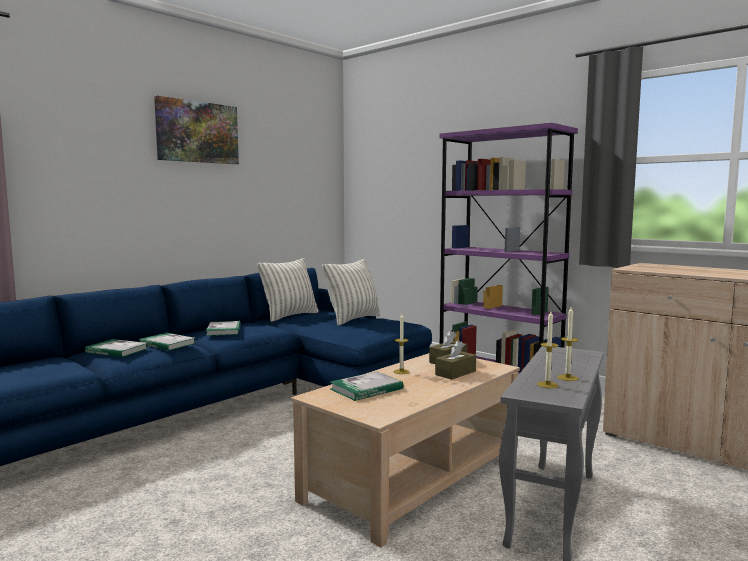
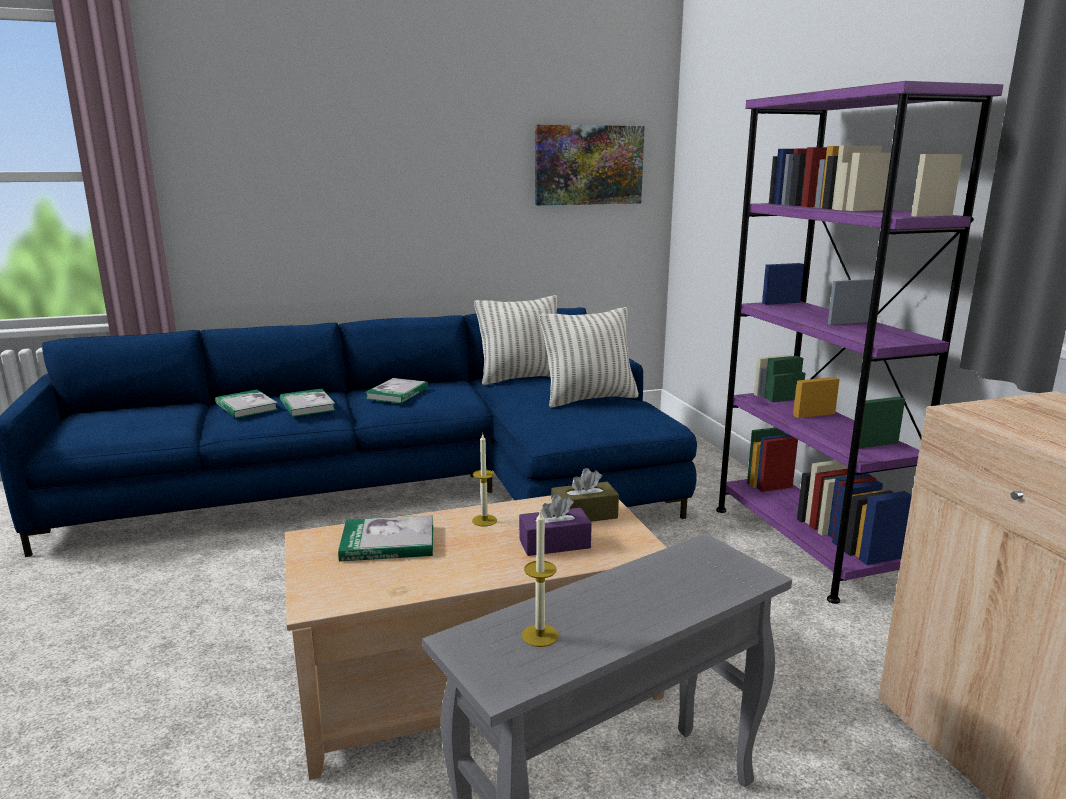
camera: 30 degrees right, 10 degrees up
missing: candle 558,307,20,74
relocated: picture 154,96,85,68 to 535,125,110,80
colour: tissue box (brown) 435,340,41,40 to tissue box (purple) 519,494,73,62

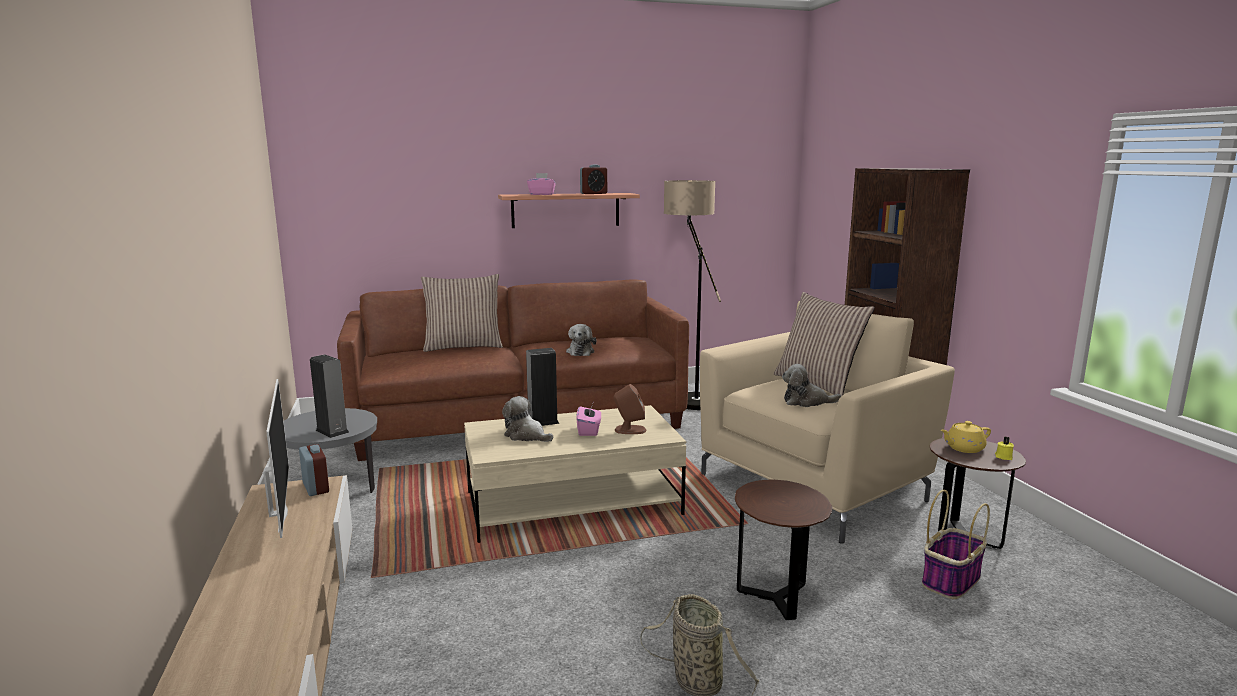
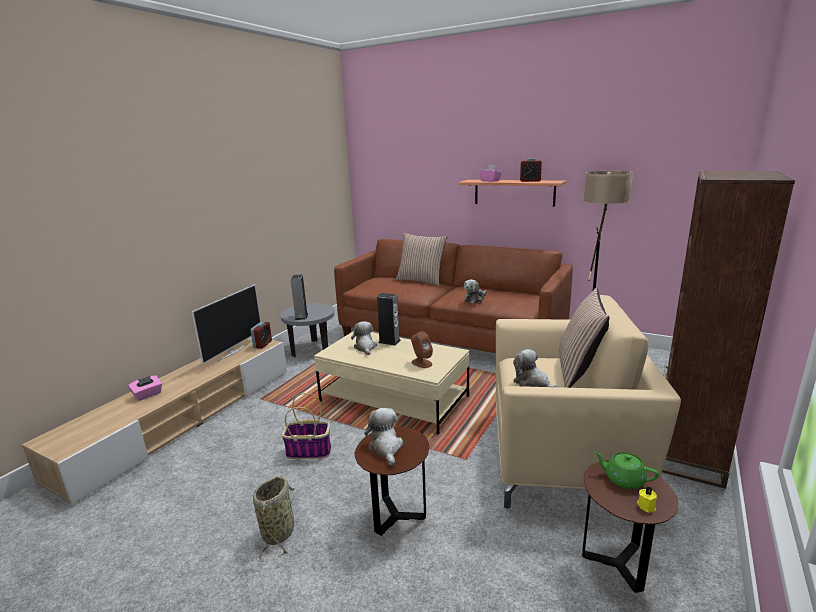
camera: 45 degrees right, 5 degrees up
appeared: plush toy 364,408,39,58
relocated: tissue box (pink) 576,404,25,32 to 128,375,34,26; basket 922,490,68,109 to 282,393,49,66
colour: teapot (yellow) 941,421,50,32 to teapot (green) 593,451,66,38

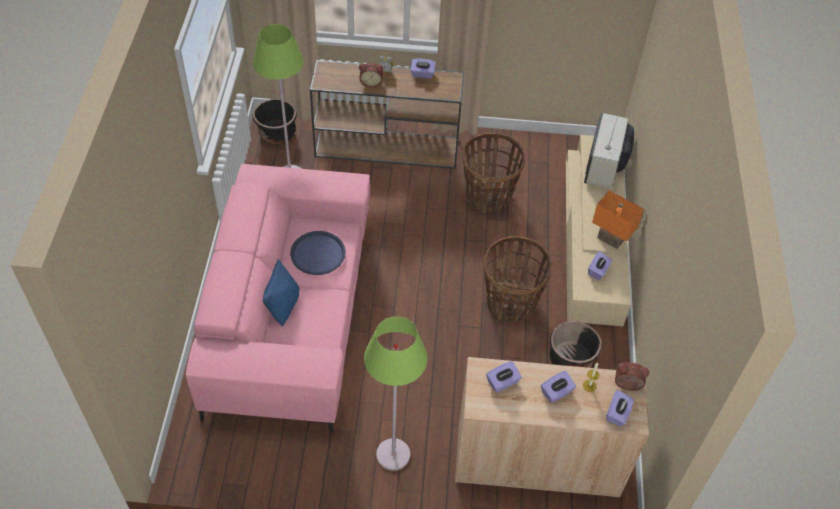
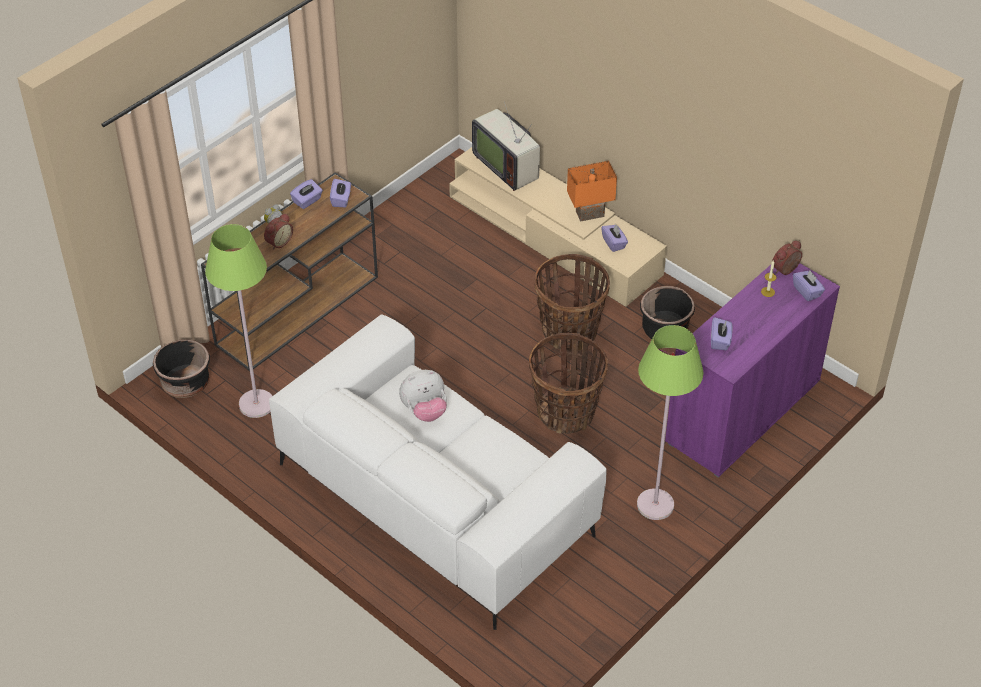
camera: 50 degrees left, 5 degrees down
missing: pillow (blue) 263,259,36,68
relocated: tissue box (purple) 541,371,35,32 to 330,179,21,28; basket 463,133,62,80 to 529,333,79,101
exchanged: tray (blue) 290,231,56,44 to plush toy 399,370,48,52
colour: sofa (pink) 186,164,184,270 to sofa (white) 269,315,338,315; cabinet (beige) 455,357,194,140 to cabinet (purple) 665,263,175,215

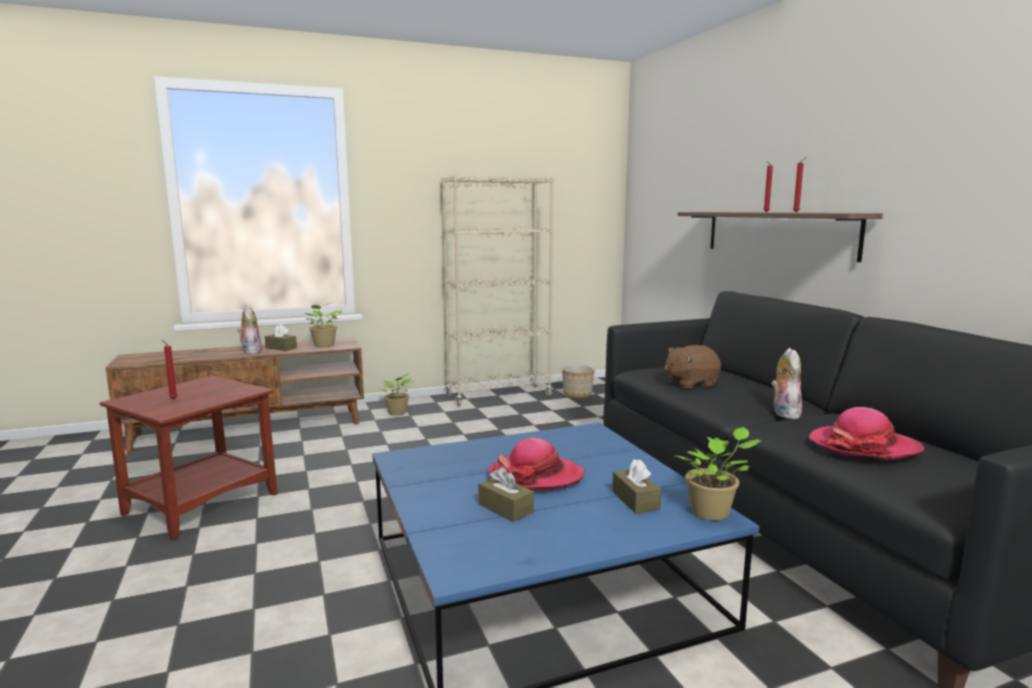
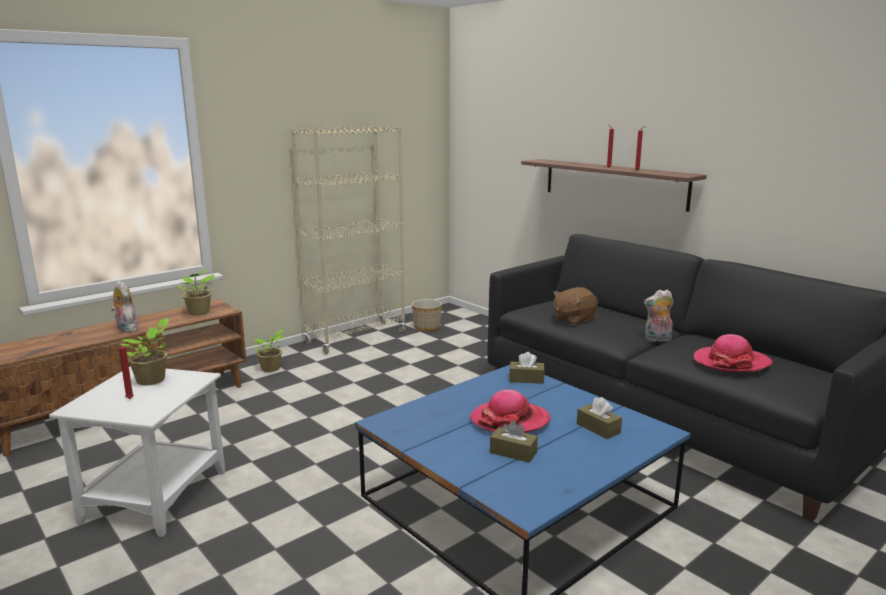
camera: 20 degrees left, 5 degrees up
relocated: potted plant 676,427,85,94 to 120,317,49,68; tissue box (brown) 265,324,32,27 to 509,352,36,32
colour: side table (brown) 100,376,177,165 to side table (white) 49,366,176,171
spun: plush toy 771,348,31,71 = 644,289,30,53 75 degrees counterclockwise

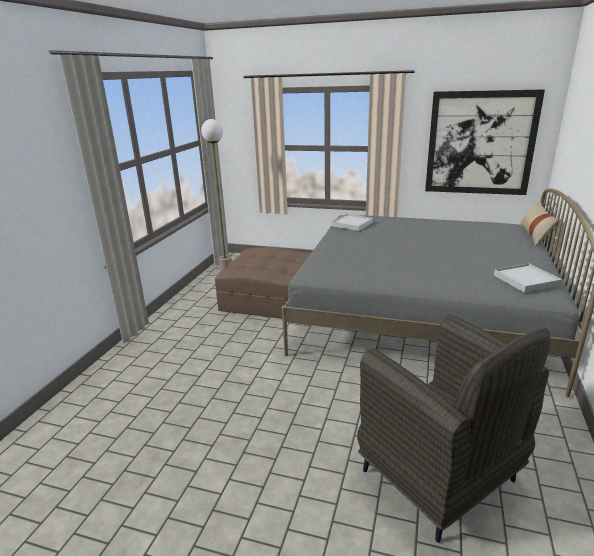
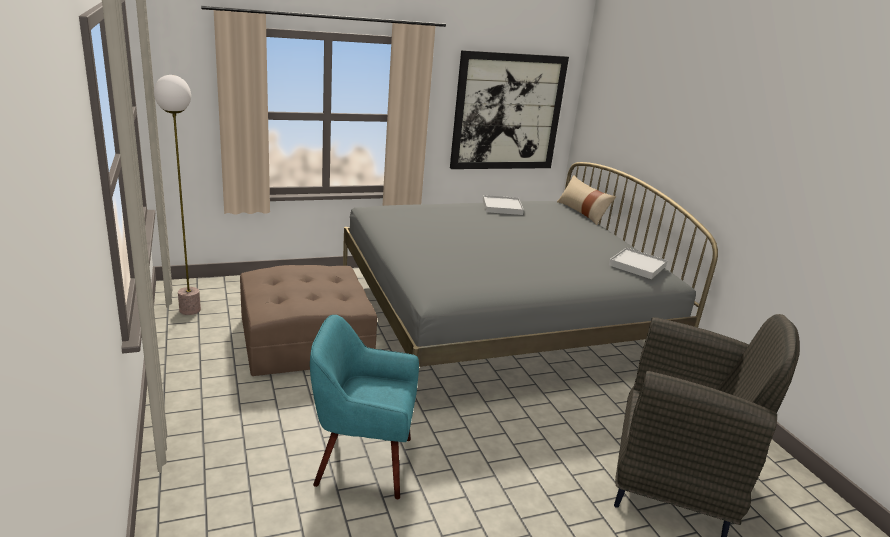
camera: 40 degrees left, 0 degrees up
appeared: armchair (turquoise) 310,315,109,184
relocated: tray (white) 331,214,42,17 to 483,195,41,20

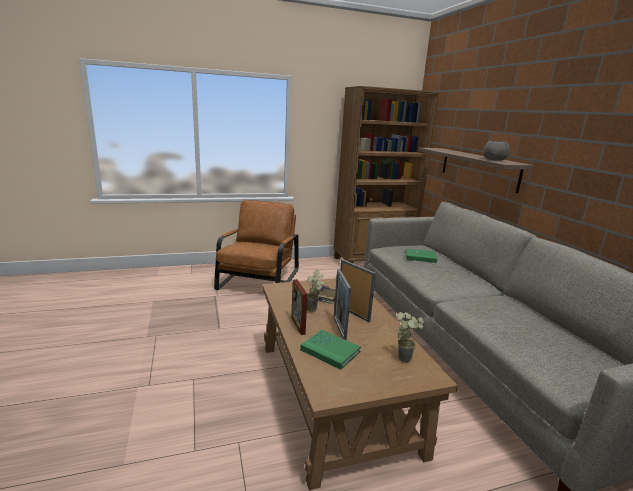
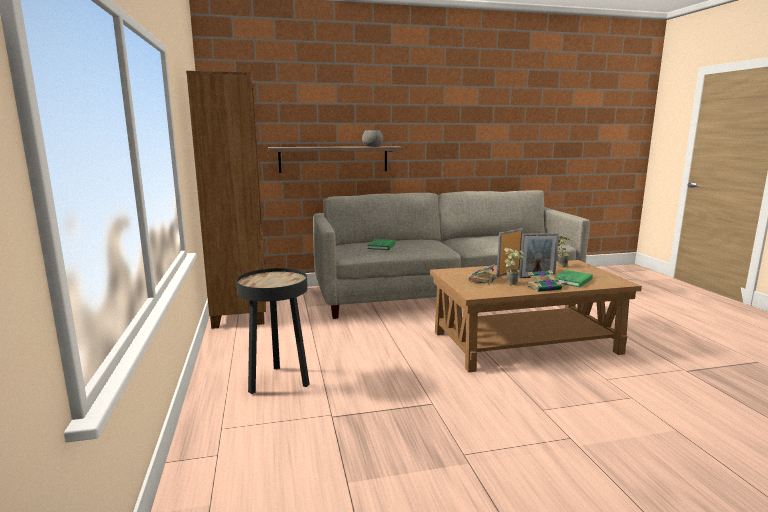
camera: 85 degrees left, 5 degrees down
exchanged: armchair (brown) 214,200,85,90 to side table (black) 236,268,74,126; picture frame 291,279,17,56 to book 526,270,36,22

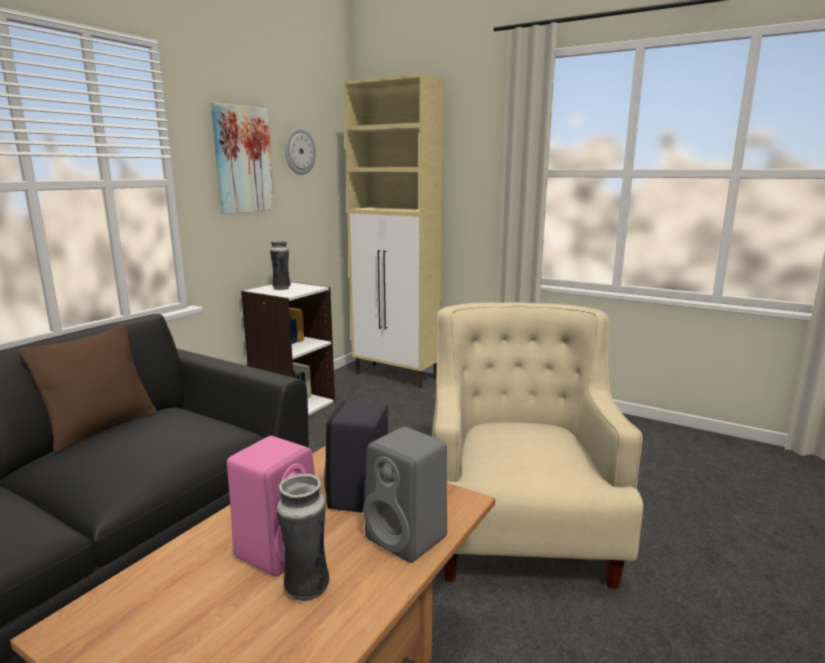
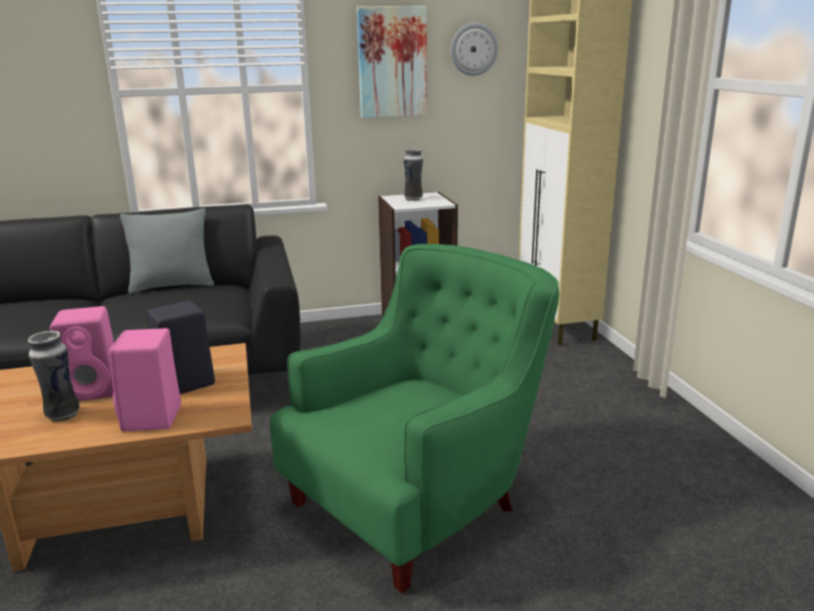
camera: 45 degrees right, 5 degrees up
colour: speaker (grey) 363,427,84,136 to speaker (pink) 109,328,72,103; pillow (brown) 18,323,139,130 to pillow (grey) 120,208,94,86; armchair (beige) 432,303,211,286 to armchair (green) 270,244,289,349

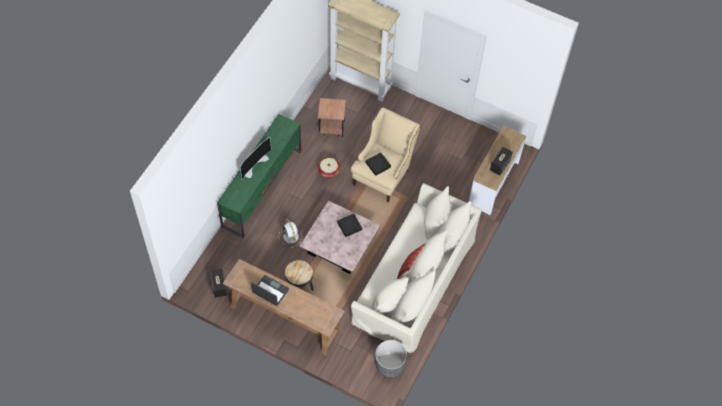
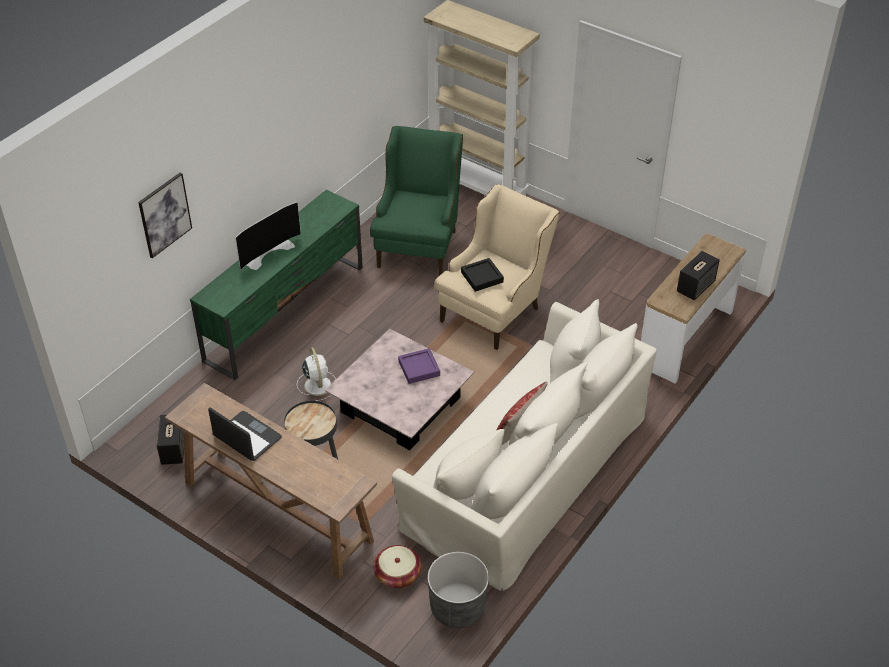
camera: 10 degrees right, 15 degrees down
appeared: picture 138,173,54,85
relocated: basket 317,157,23,21 to 374,545,47,43
exchanged: side table (brown) 318,98,28,39 to armchair (green) 370,126,93,150
colour: tray (black) 337,214,25,23 to tray (purple) 398,348,42,36

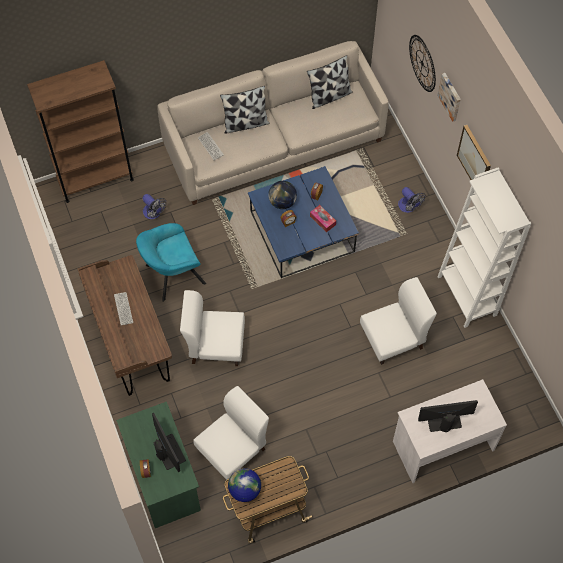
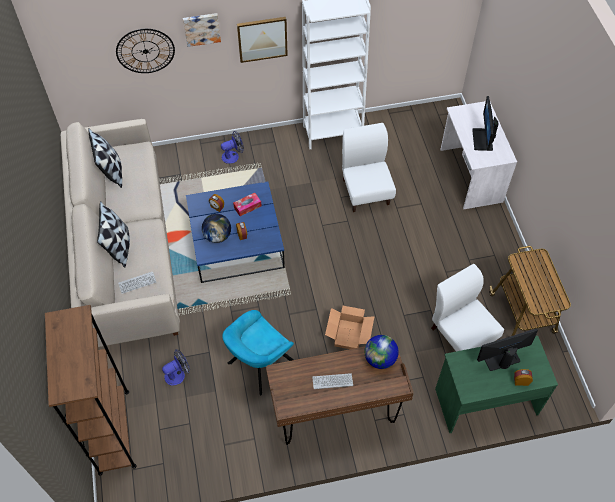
camera: 80 degrees left, 5 degrees down
relocated: globe 228,468,33,34 to 364,335,35,34
exchanged: chair (white) 180,290,65,76 to cardboard box 325,306,50,43
spun: armchair (turquoise) 136,223,70,79 = 222,310,72,85 60 degrees clockwise

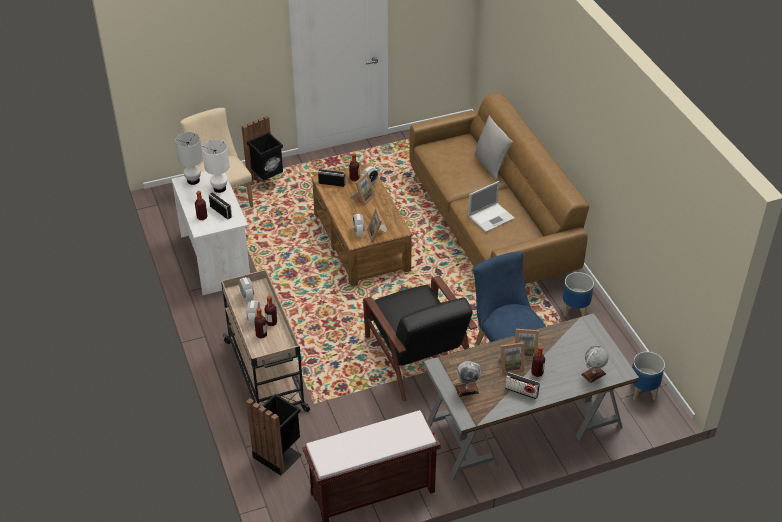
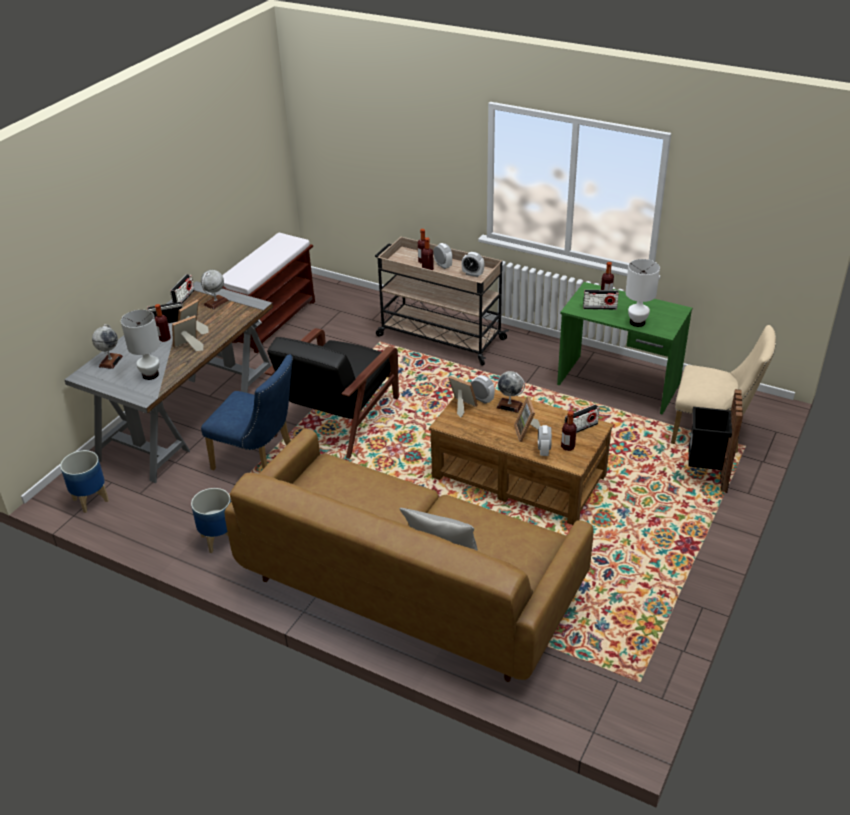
camera: 140 degrees right, 5 degrees down
missing: trash can (black) 246,394,56,81; laptop 468,181,47,51
appeared: radio 170,274,25,29; globe 496,371,29,42
relocated: table lamp (white) 175,132,28,53 to 121,310,39,70
colour: desk (white) 171,171,79,124 to desk (green) 557,282,135,133
spun: armchair (black) 363,276,114,125 = 265,328,134,131 90 degrees counterclockwise

